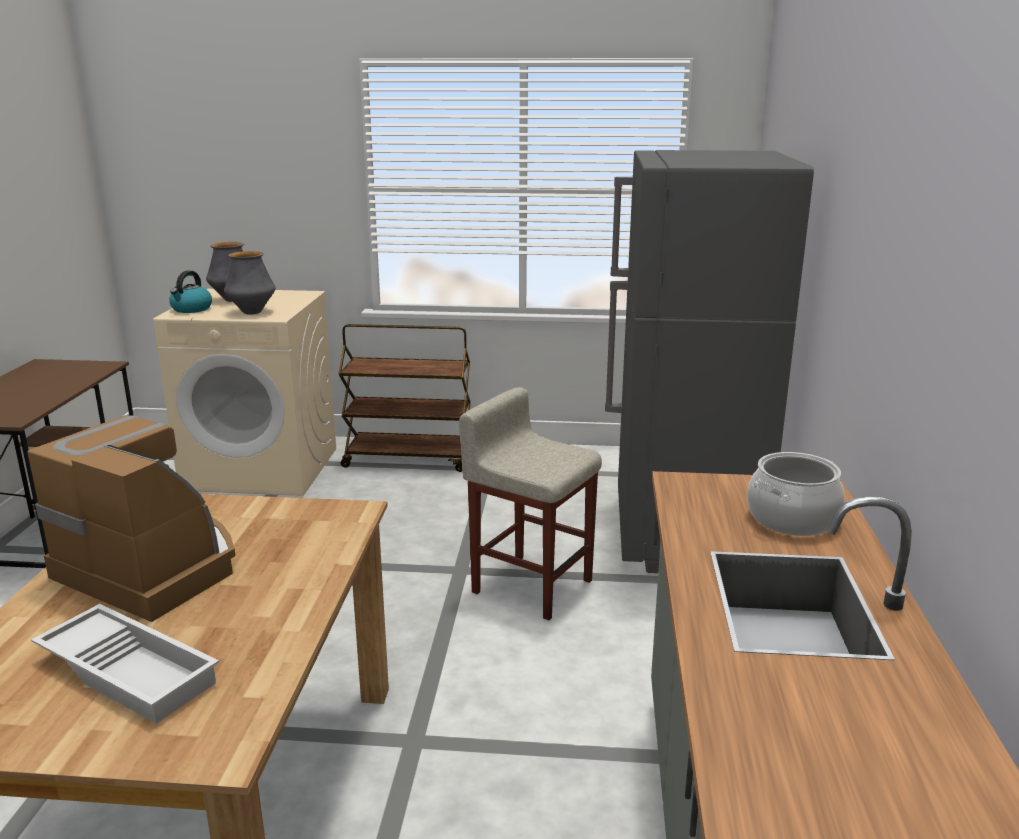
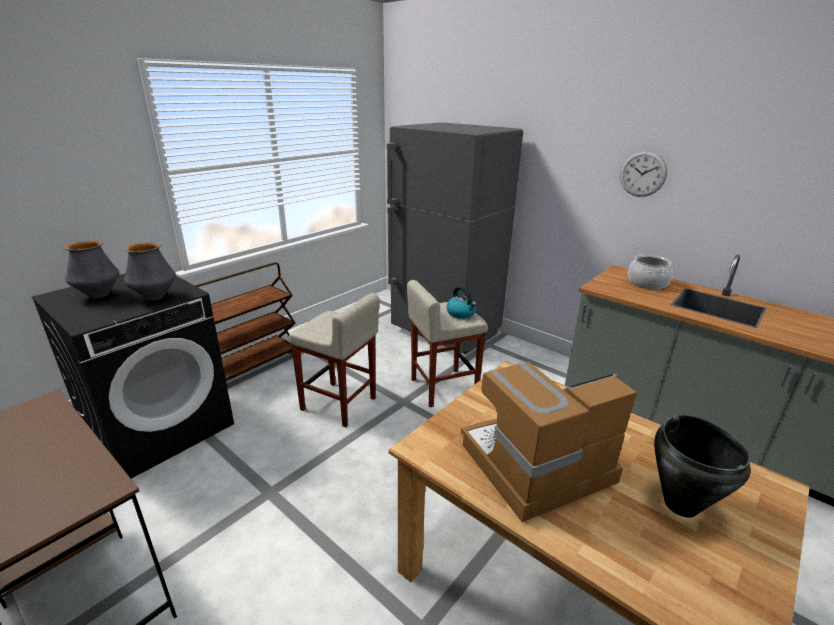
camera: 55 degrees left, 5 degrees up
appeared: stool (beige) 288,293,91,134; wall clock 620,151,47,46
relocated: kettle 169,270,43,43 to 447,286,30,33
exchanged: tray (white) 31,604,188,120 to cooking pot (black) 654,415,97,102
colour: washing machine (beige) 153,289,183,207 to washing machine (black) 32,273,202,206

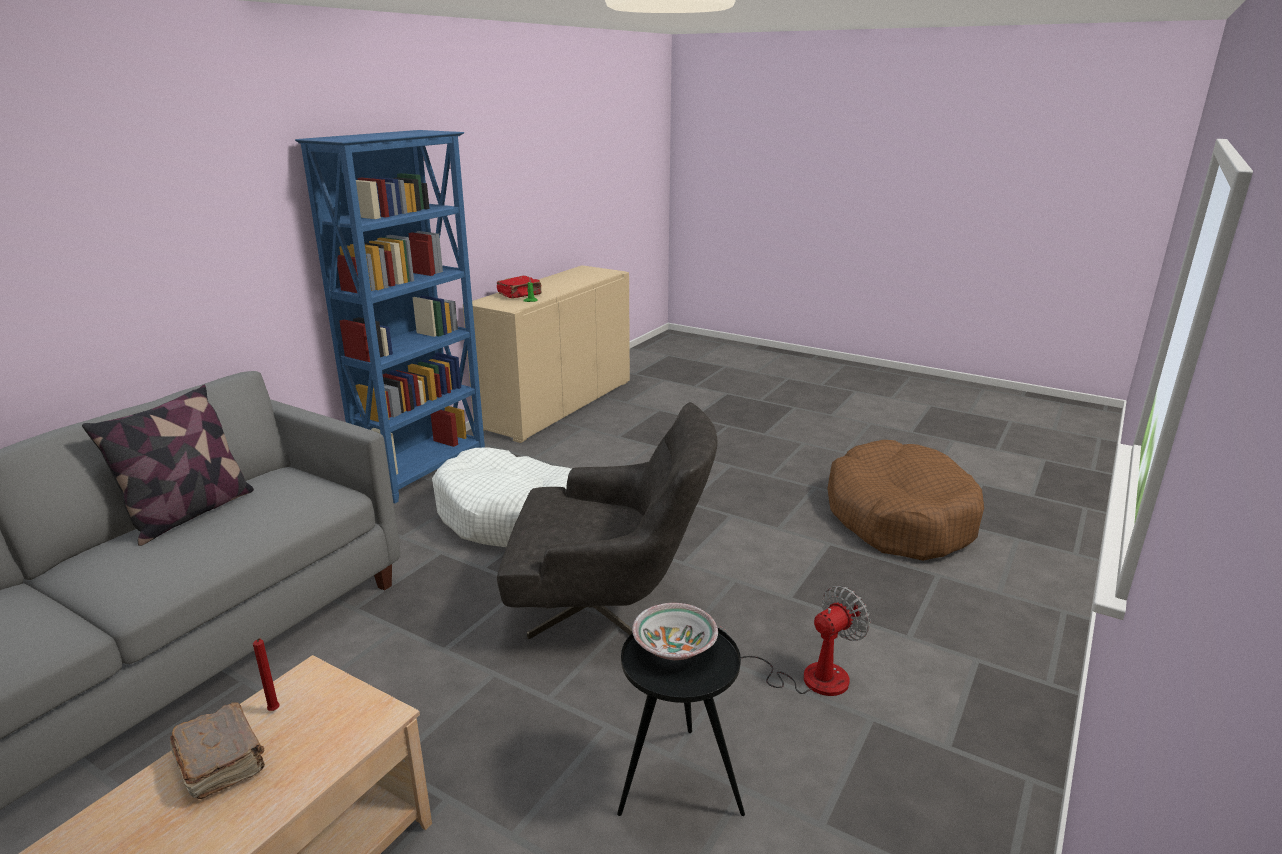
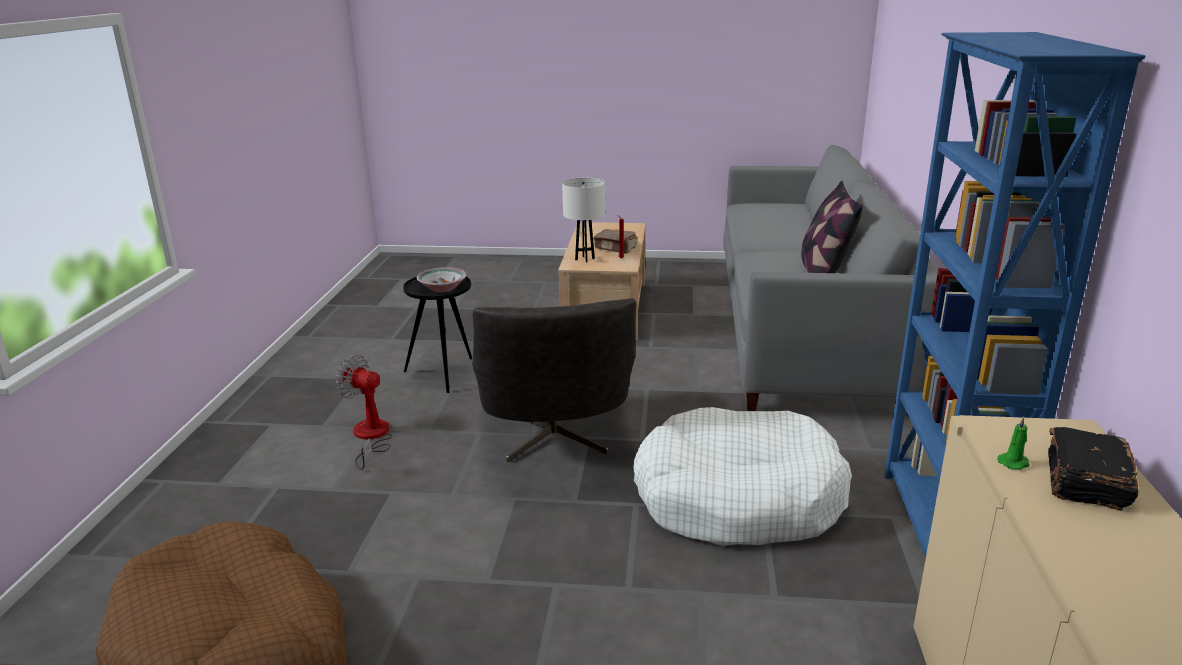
camera: 155 degrees right, 0 degrees up
appeared: table lamp (white) 562,178,43,85
colour: book (red) 497,276,45,22 to book (black) 1048,427,91,84
spun: fan 719,586,151,110 = 336,355,57,115 90 degrees clockwise; armchair (grey) 497,402,220,237 = 472,299,164,163 75 degrees counterclockwise

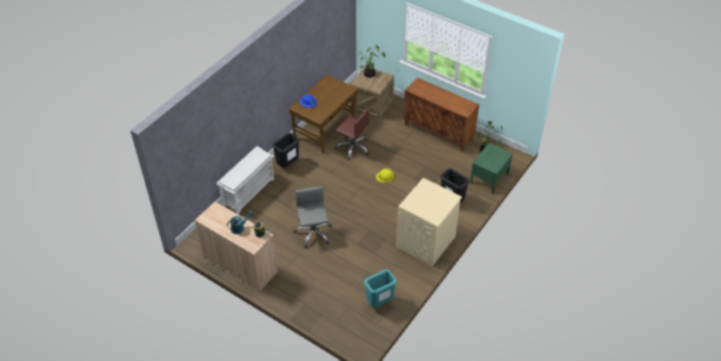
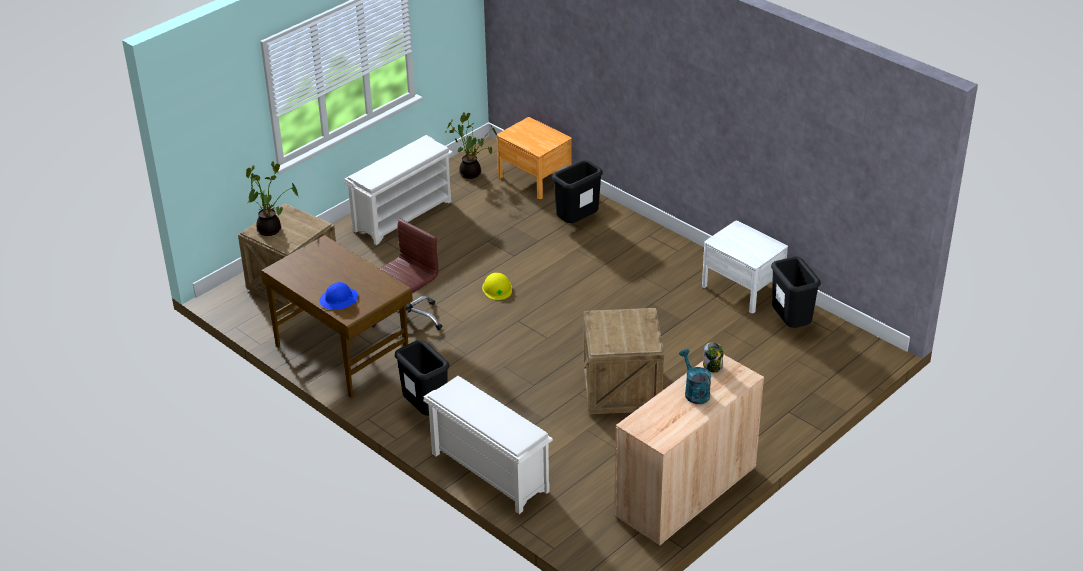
camera: 80 degrees left, 10 degrees down
missing: washing machine (beige) 396,178,66,88
appeared: nightstand (white) 702,221,86,93
exchanged: cabinet (brown) 403,78,76,73 to shoe rack (white) 344,135,109,110; office chair (grey) 294,186,38,62 to crate 583,308,81,106
colour: nightstand (green) 470,143,43,51 to nightstand (brown) 497,117,75,83; trash can (turquoise) 364,270,33,37 to trash can (black) 771,257,50,71

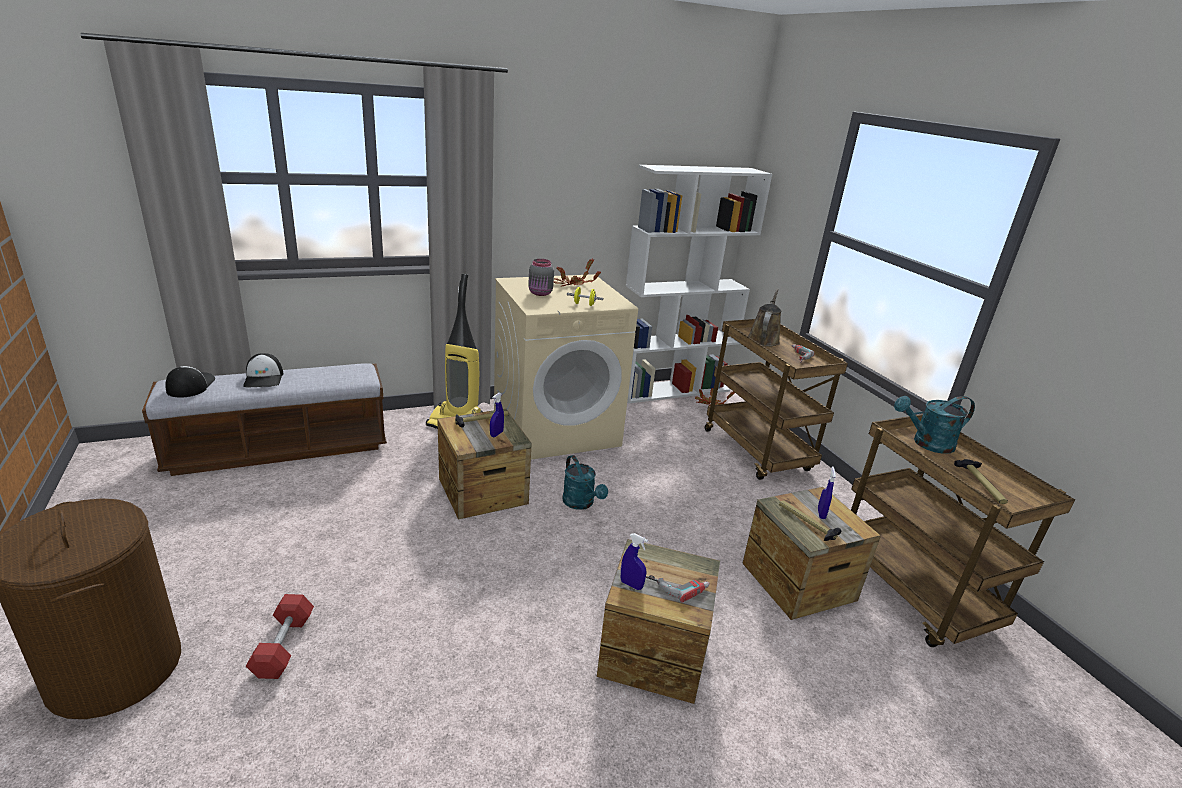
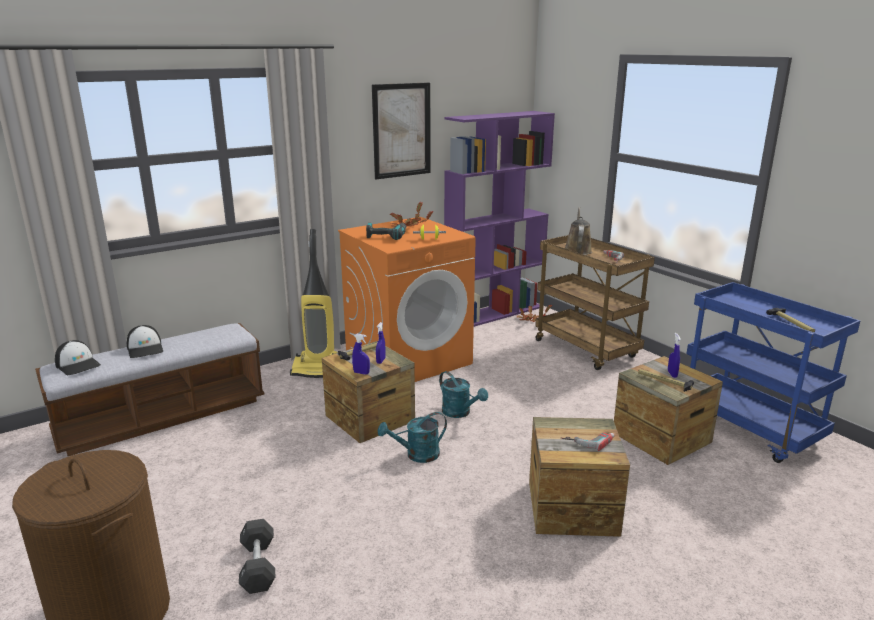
camera: 10 degrees left, 5 degrees down
appeared: picture 372,82,59,97
relocated: spray bottle (blue) 621,533,27,57 to 352,334,18,41; watering can (turquoise) 894,396,81,58 to 378,412,69,51
exchanged: jar (grey) 528,259,26,37 to power drill 366,223,40,17
colour: dumbbell (red) 246,594,68,85 to dumbbell (black) 239,519,37,75; washing machine (beige) 494,274,144,186 to washing machine (orange) 338,217,138,165; bookcase (white) 626,165,146,239 to bookcase (purple) 444,111,111,216; cart (brown) 851,414,224,233 to cart (blue) 686,282,174,181
spun: cap 165,366,50,32 = 55,340,46,35 150 degrees clockwise

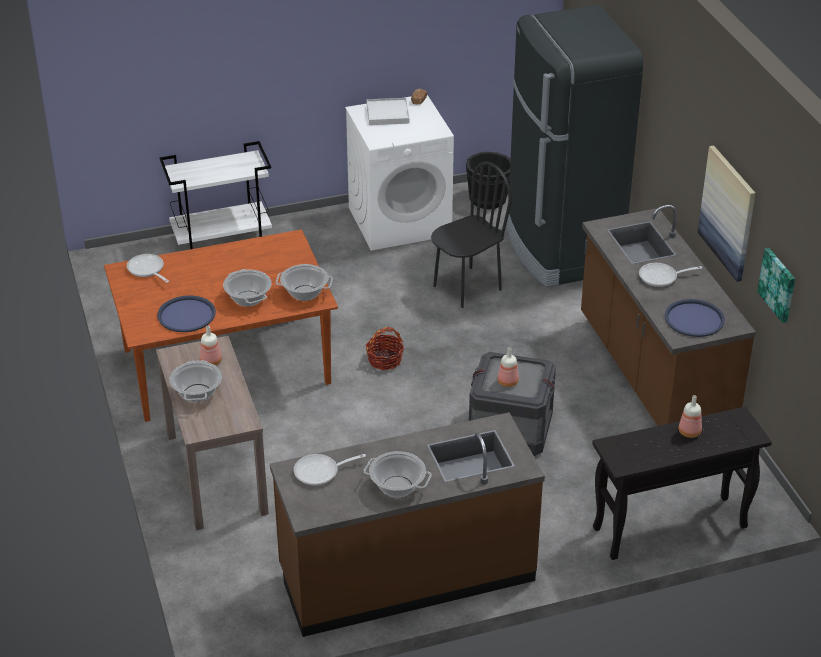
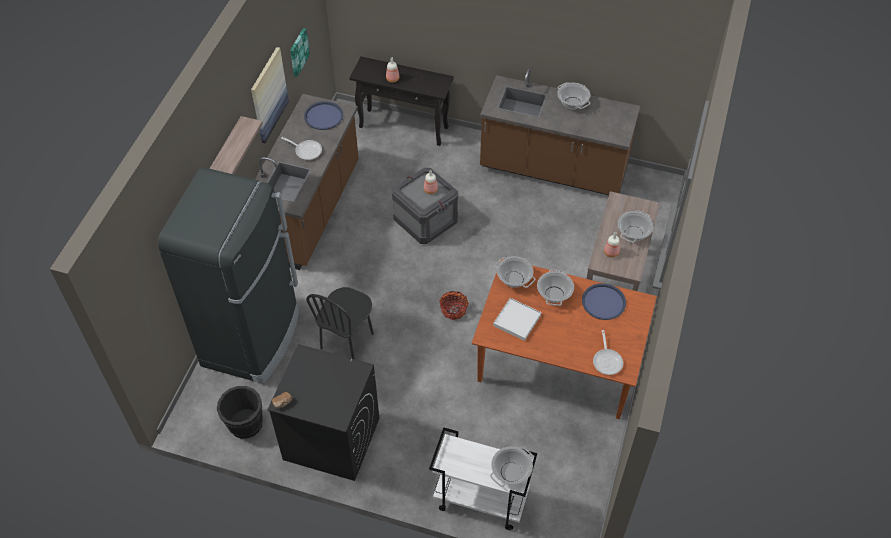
camera: 145 degrees left, 15 degrees up
missing: frying pan 294,454,72,32
appeared: shelf 209,116,54,58; cooking pot 490,446,44,41
relocated: tray (white) 367,98,42,27 to 493,298,48,43
colour: washing machine (white) 345,95,109,156 to washing machine (black) 267,344,112,137
spun: chair (black) 431,162,81,146 = 306,287,68,72 60 degrees counterclockwise

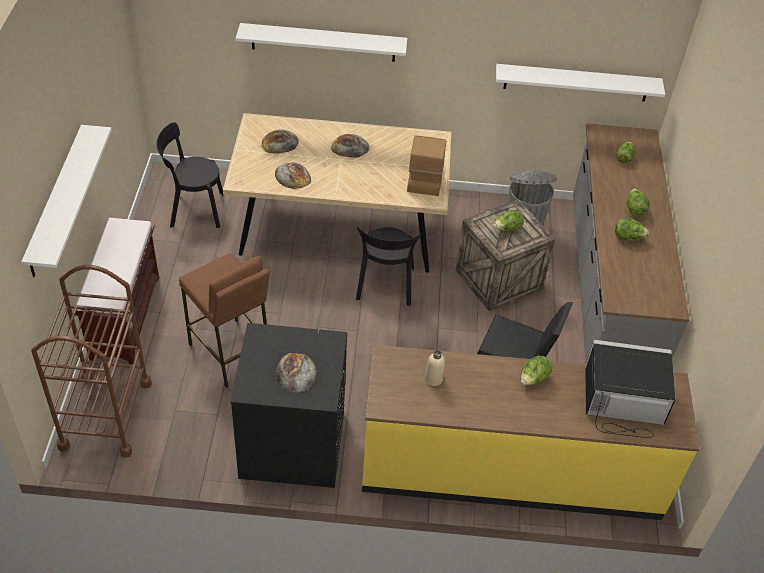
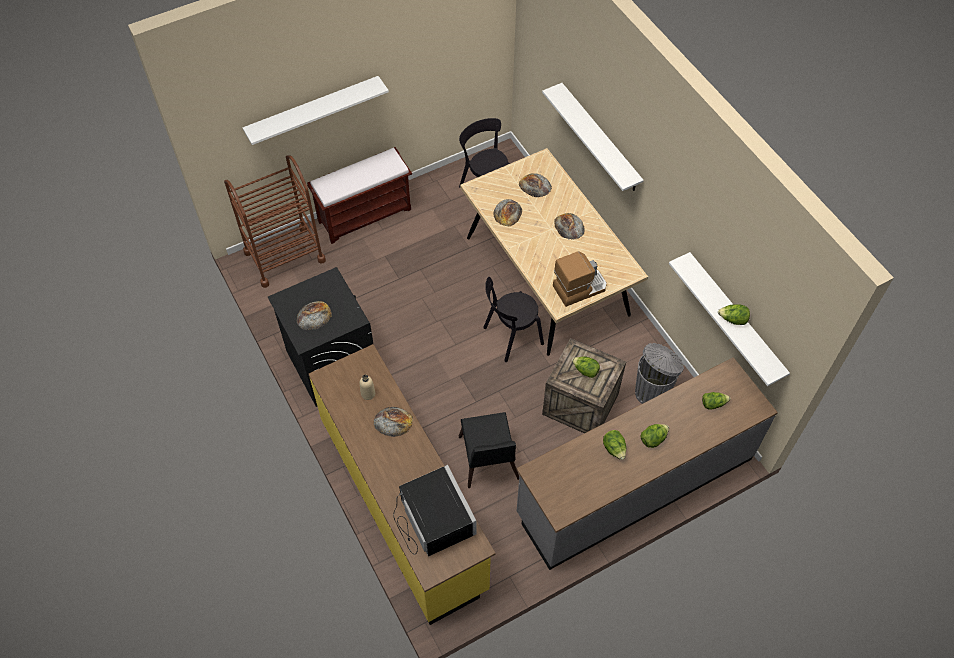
camera: 60 degrees right, 10 degrees up
missing: stool (brown) 179,253,91,135
appeared: bread 373,407,40,30
relocated: lettuce 521,356,31,29 to 718,305,32,20

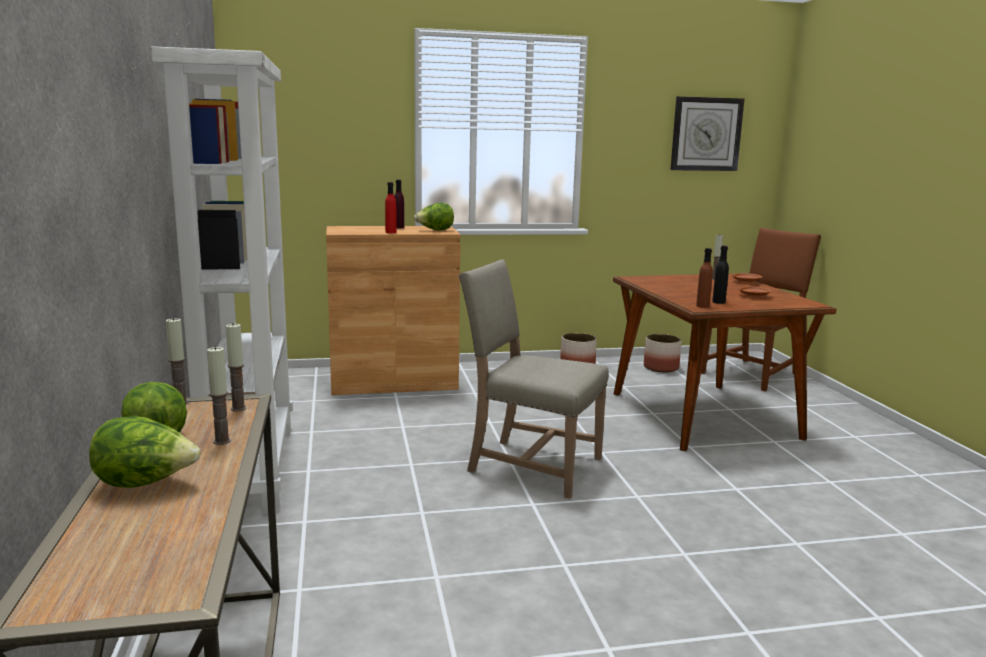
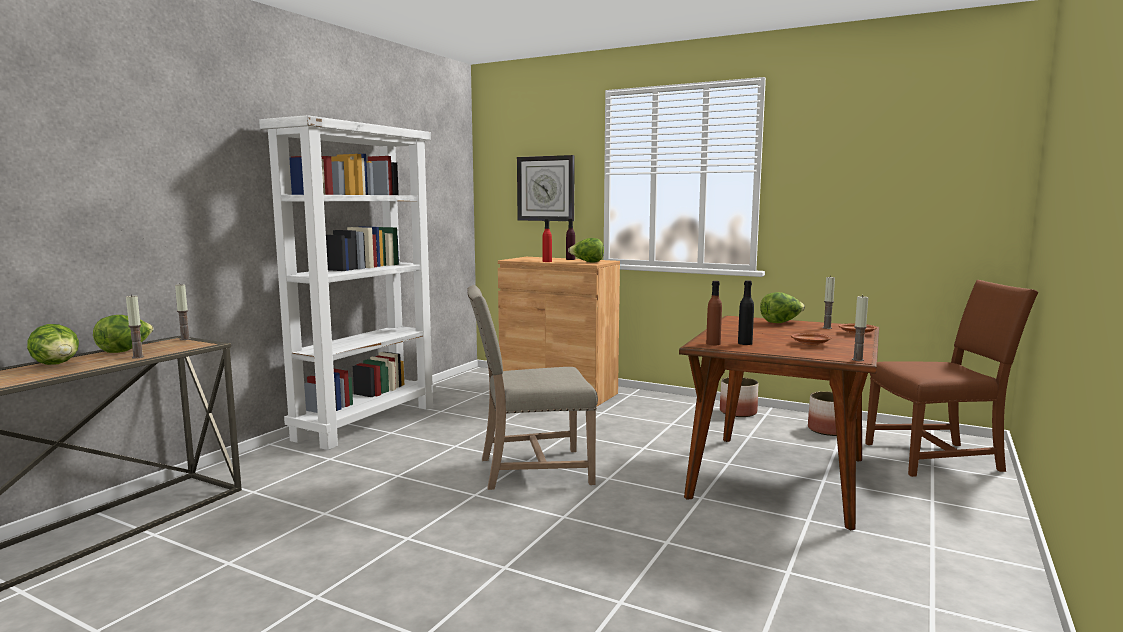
camera: 40 degrees right, 5 degrees down
appeared: lettuce 760,292,45,31
relocated: wall clock 670,96,74,75 to 517,155,57,66; candle 226,323,21,89 to 852,295,16,66
spun: chair (beige) 459,259,150,240 = 468,285,130,205 75 degrees counterclockwise

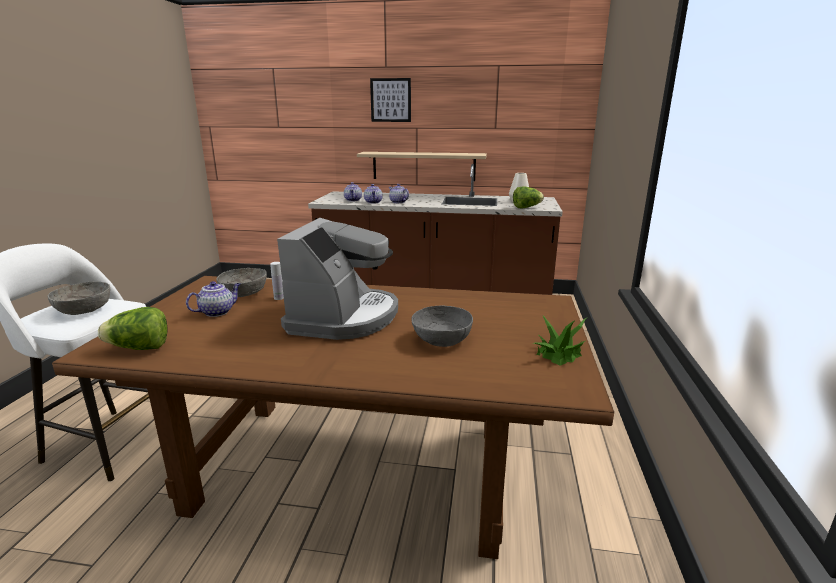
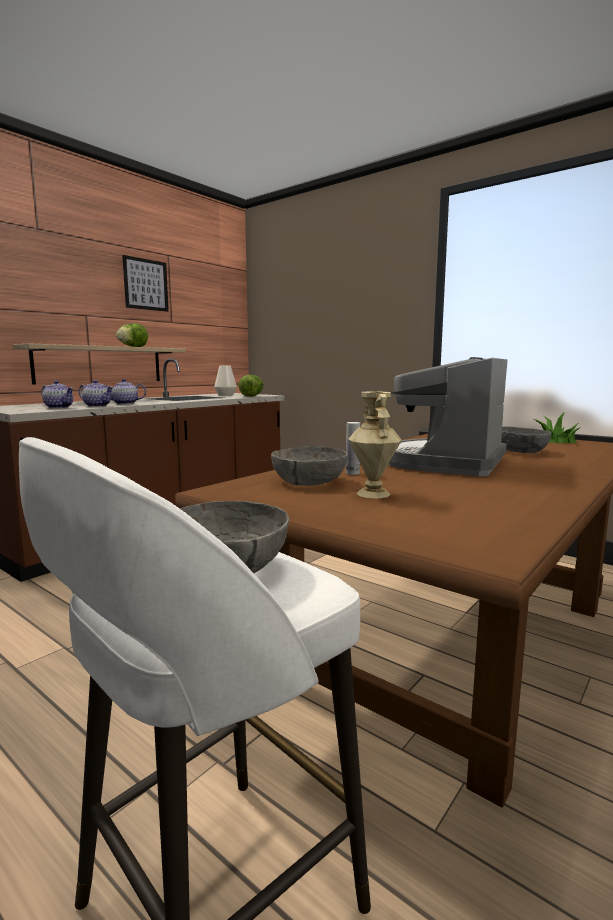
camera: 60 degrees left, 10 degrees down
relocated: lettuce 98,307,69,43 to 116,323,32,24; picture 370,78,41,44 to 122,255,47,57
exchanged: teapot 186,281,54,36 to vase (beige) 348,391,54,108
spun: coffee machine 277,218,121,122 = 388,357,120,120 105 degrees counterclockwise

